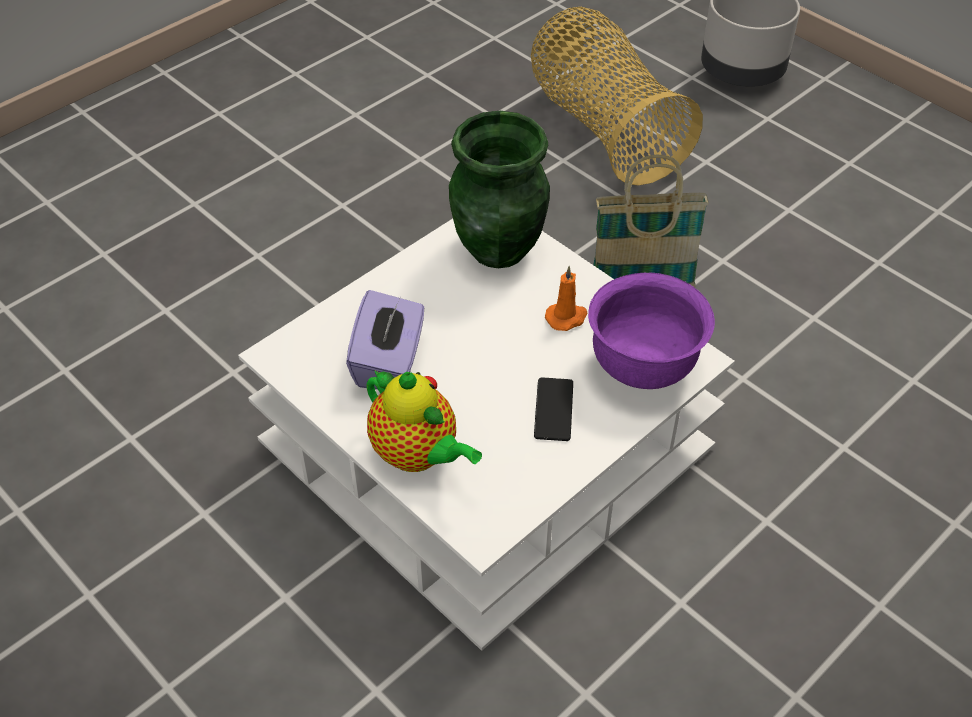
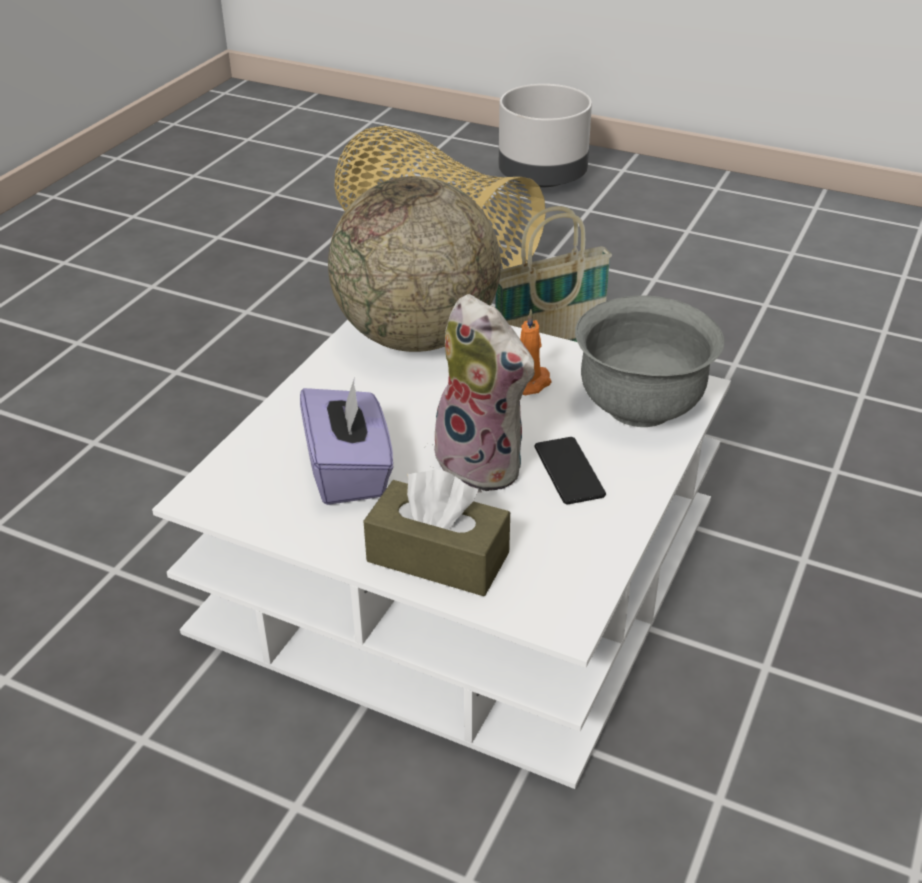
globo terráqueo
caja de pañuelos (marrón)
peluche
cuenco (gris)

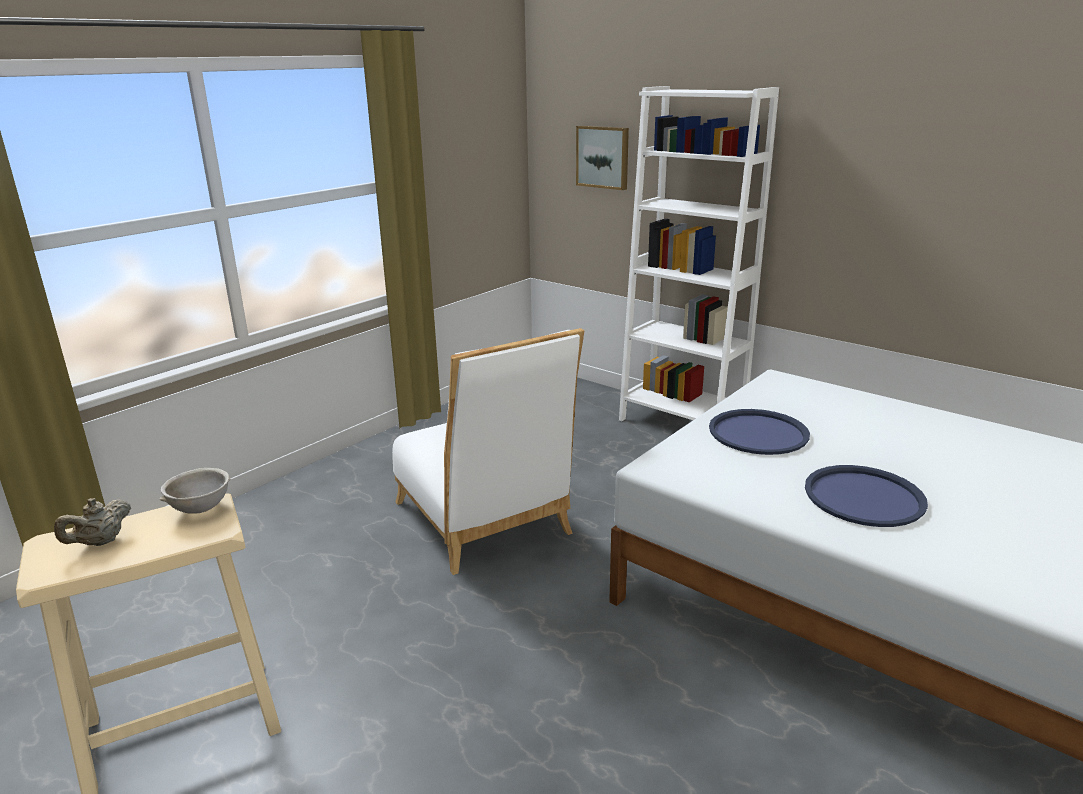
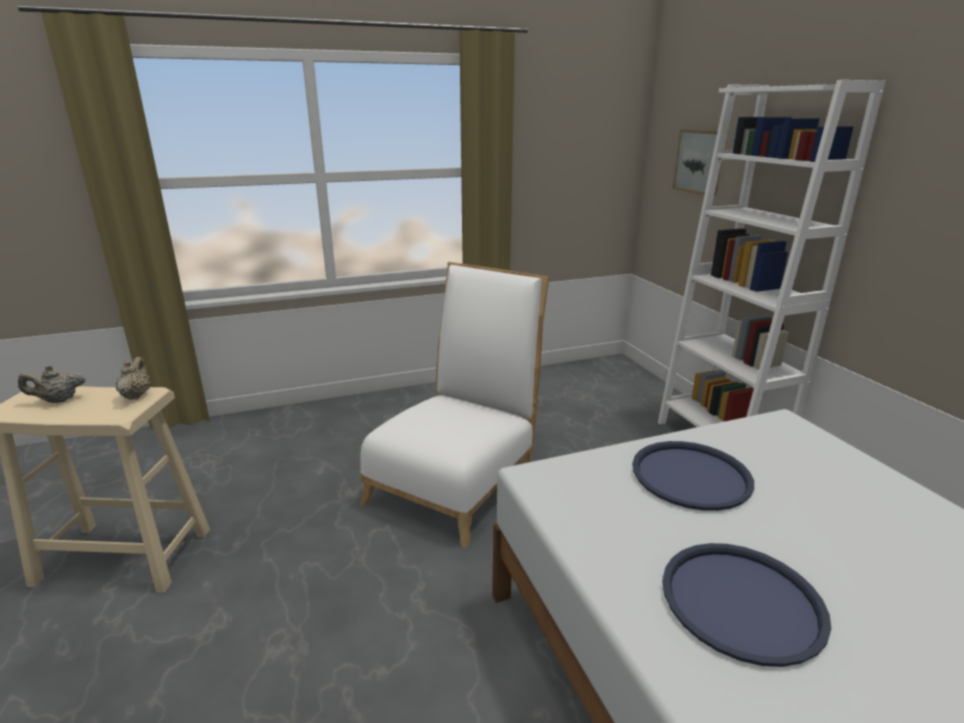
tetera (beis) (no. 2 from left)
silla (blanco)

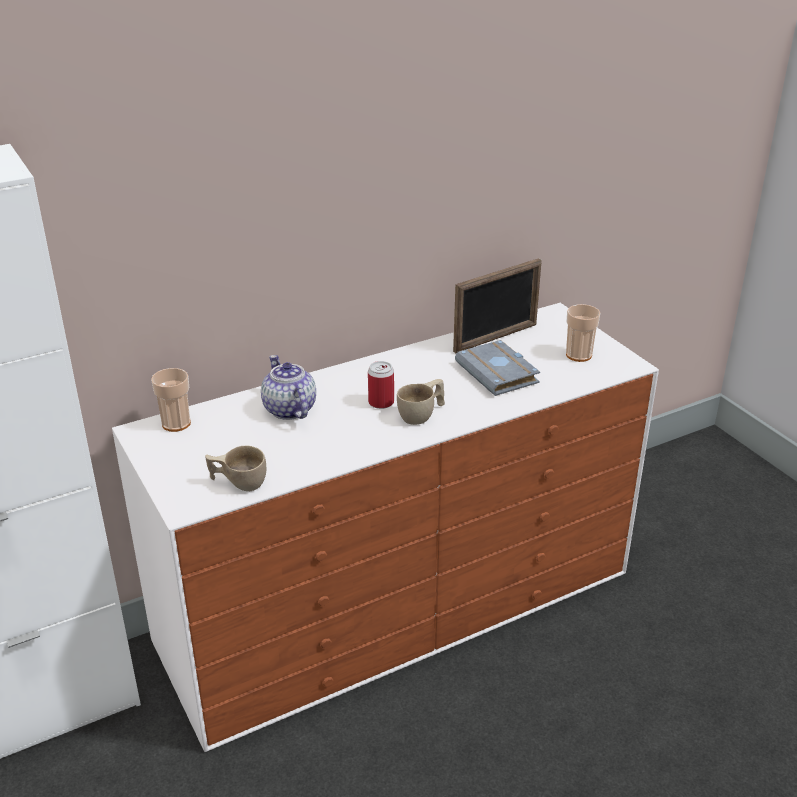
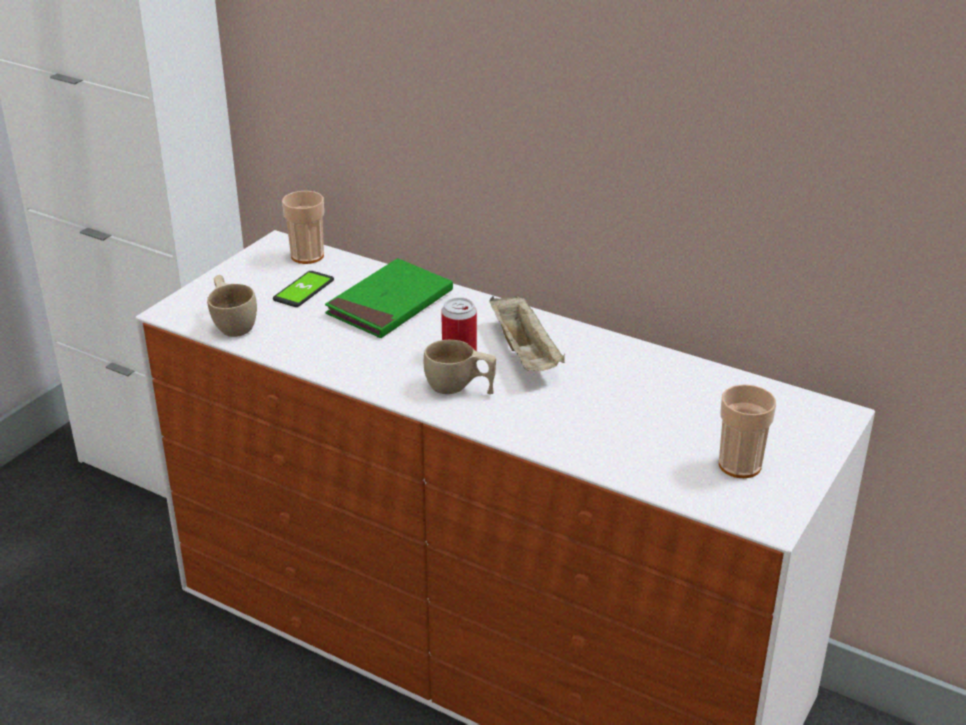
móvil
libro (verde)
bandeja (beis)
portarretratos
libro (gris)

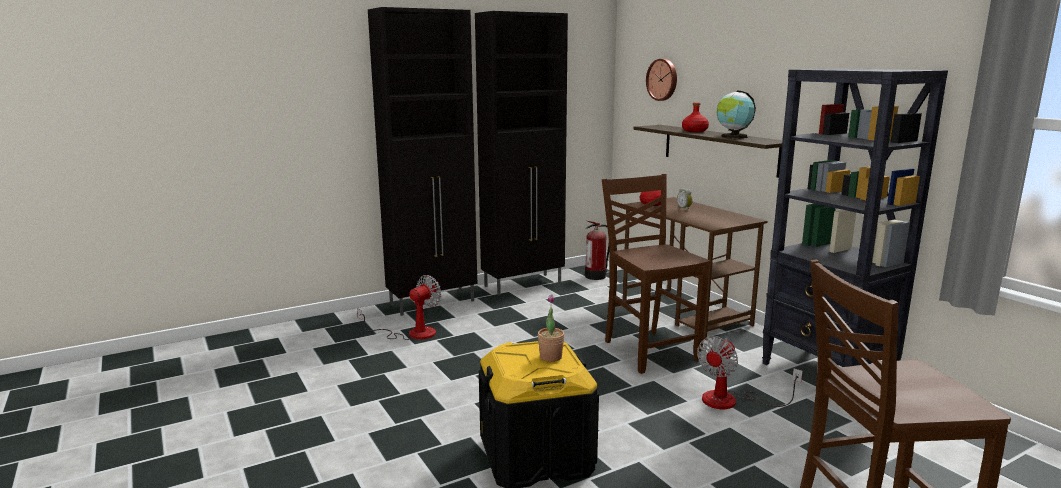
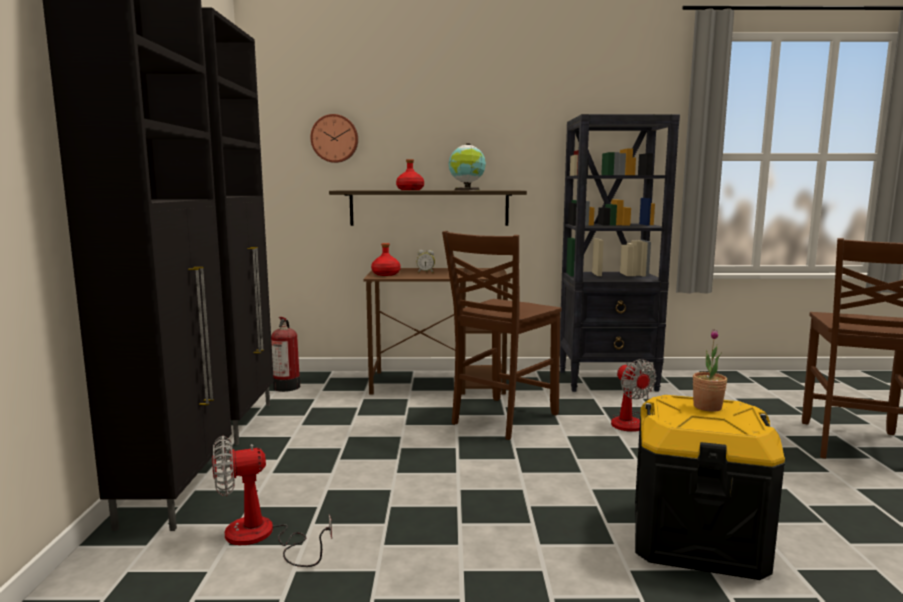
ventilador (no. 1 from left)
silla (marrón) (no. 1 from left)

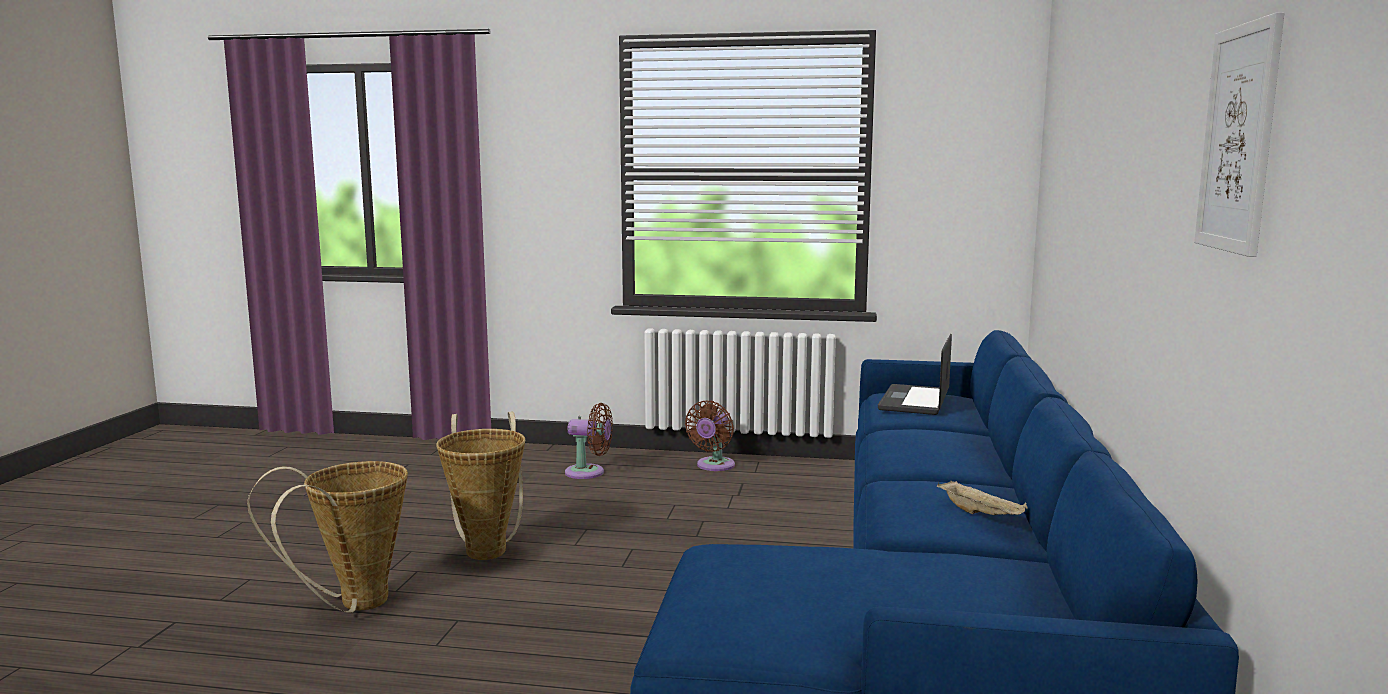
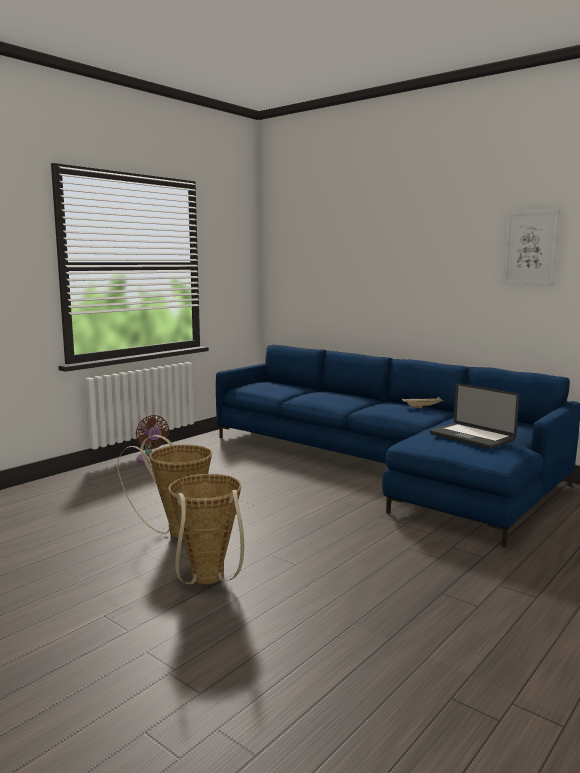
portátil
ventilador (marrón) (no. 1 from left in the first image)

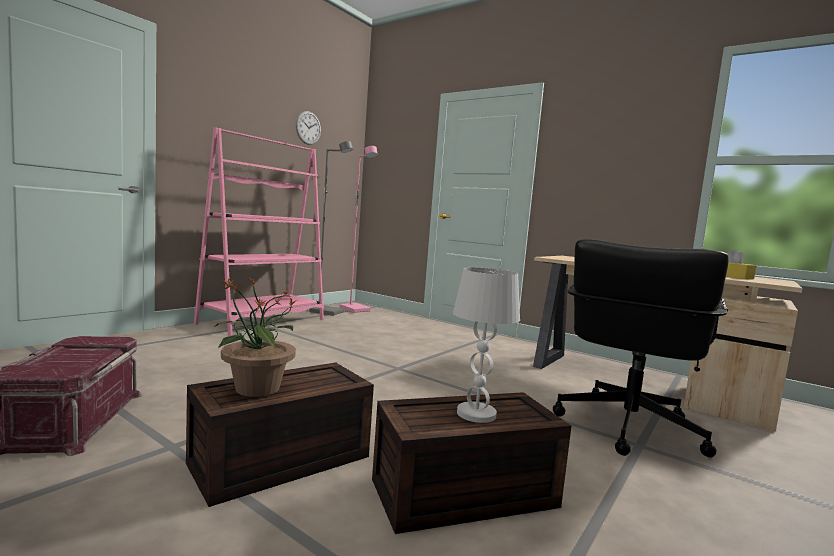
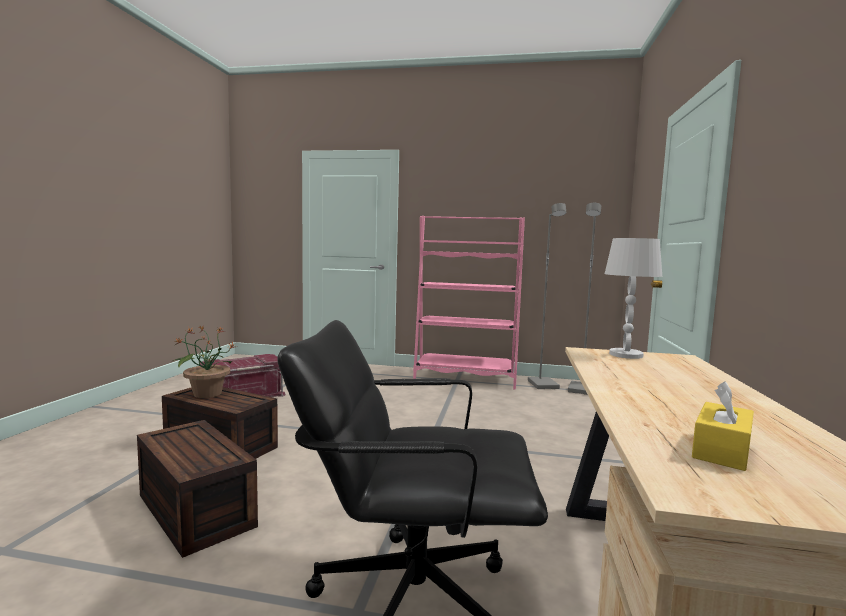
lámpara de pie (gris) (no. 2 from left)
lámpara de mesa (blanco)
reloj de pared

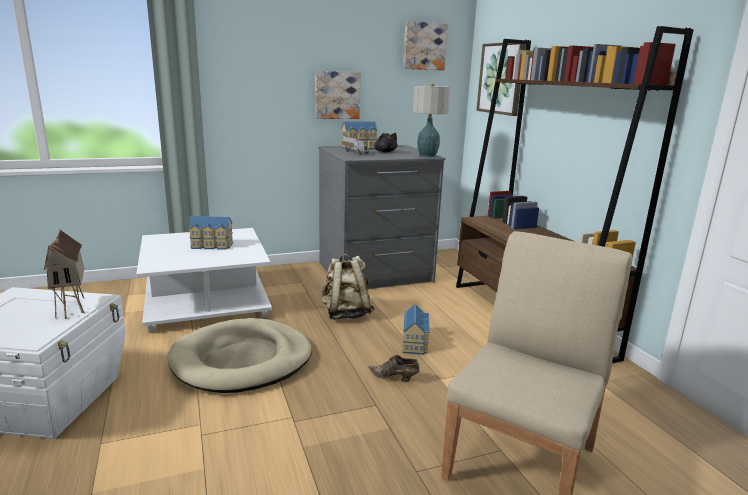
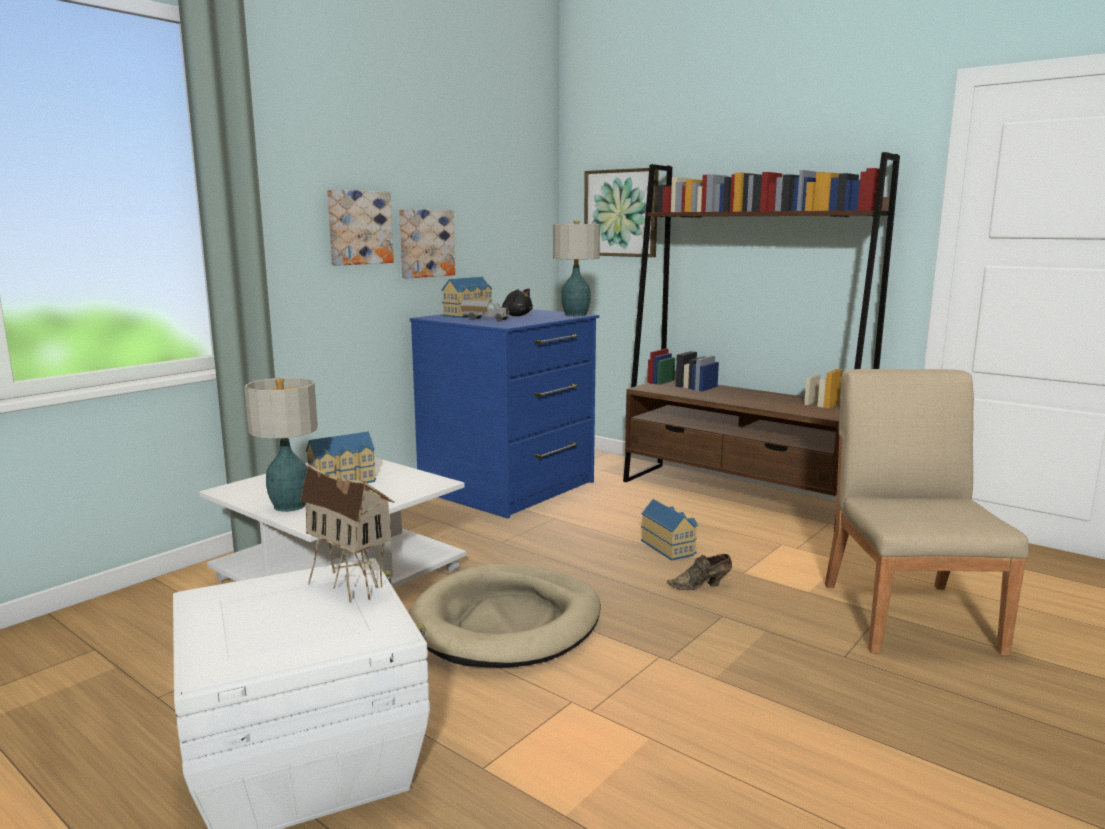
lámpara de mesa (no. 1 from left)
cuadro (no. 1 from left)
cómoda (azul)
mochila (beis)

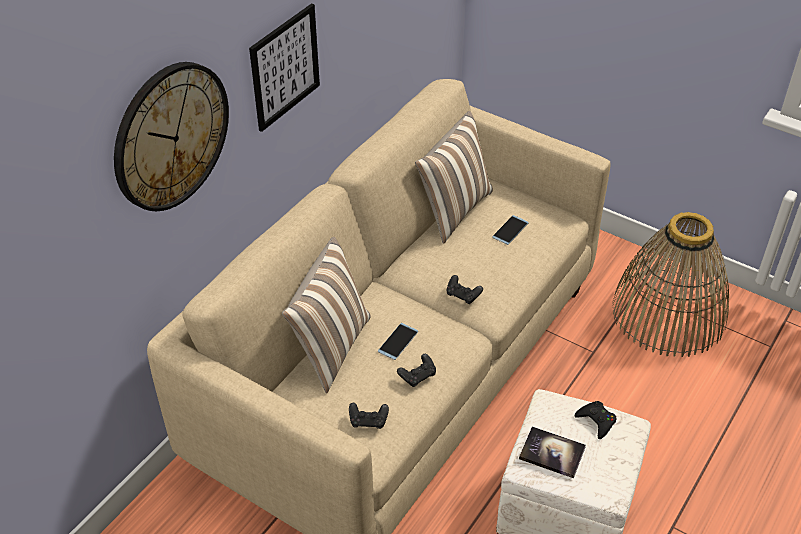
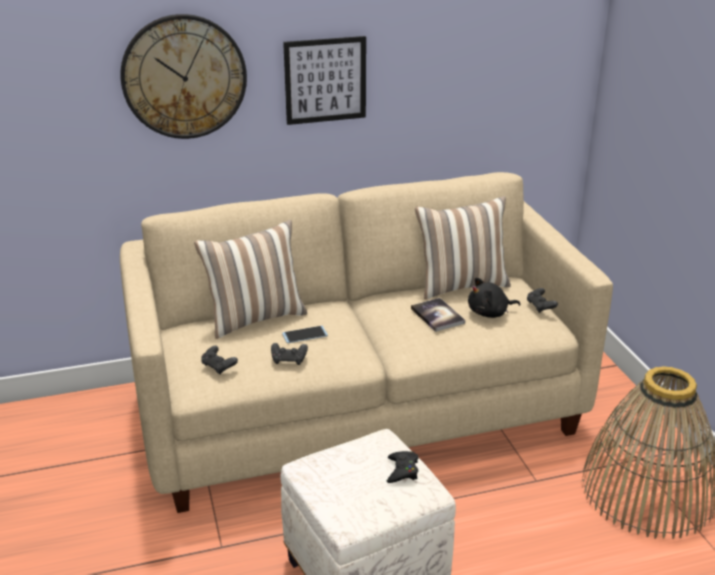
libro
peluche (negro)
mando de consola (negro) (no. 4 from left)

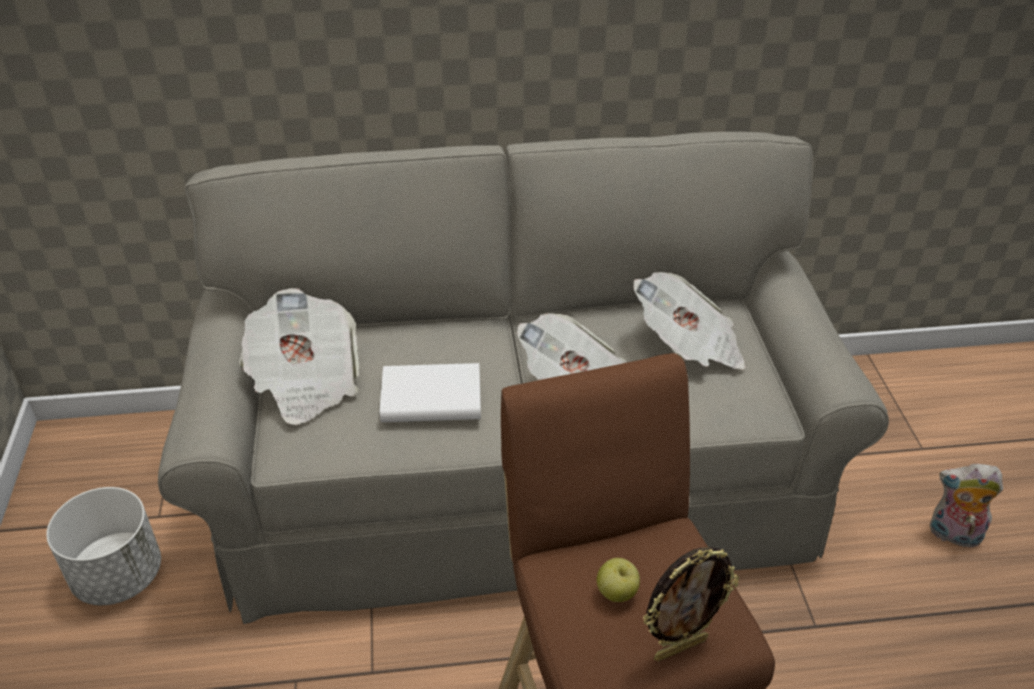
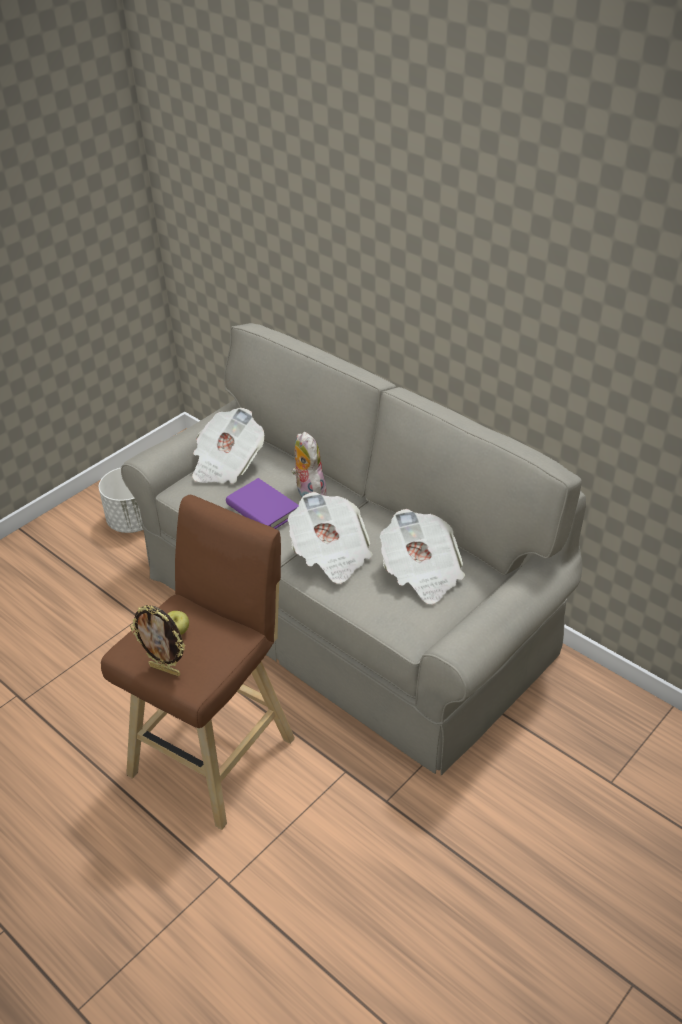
libro (morado)
peluche

